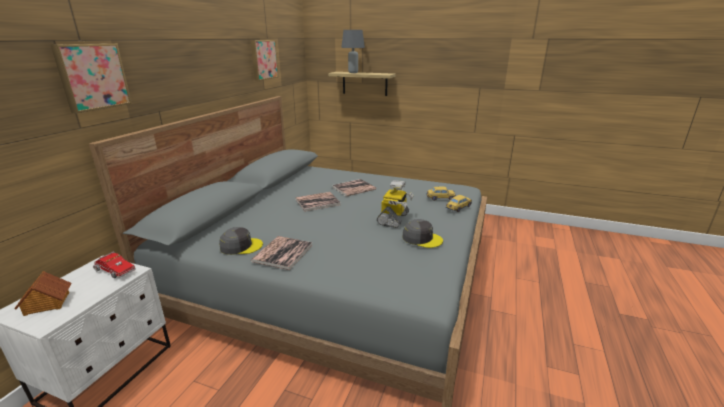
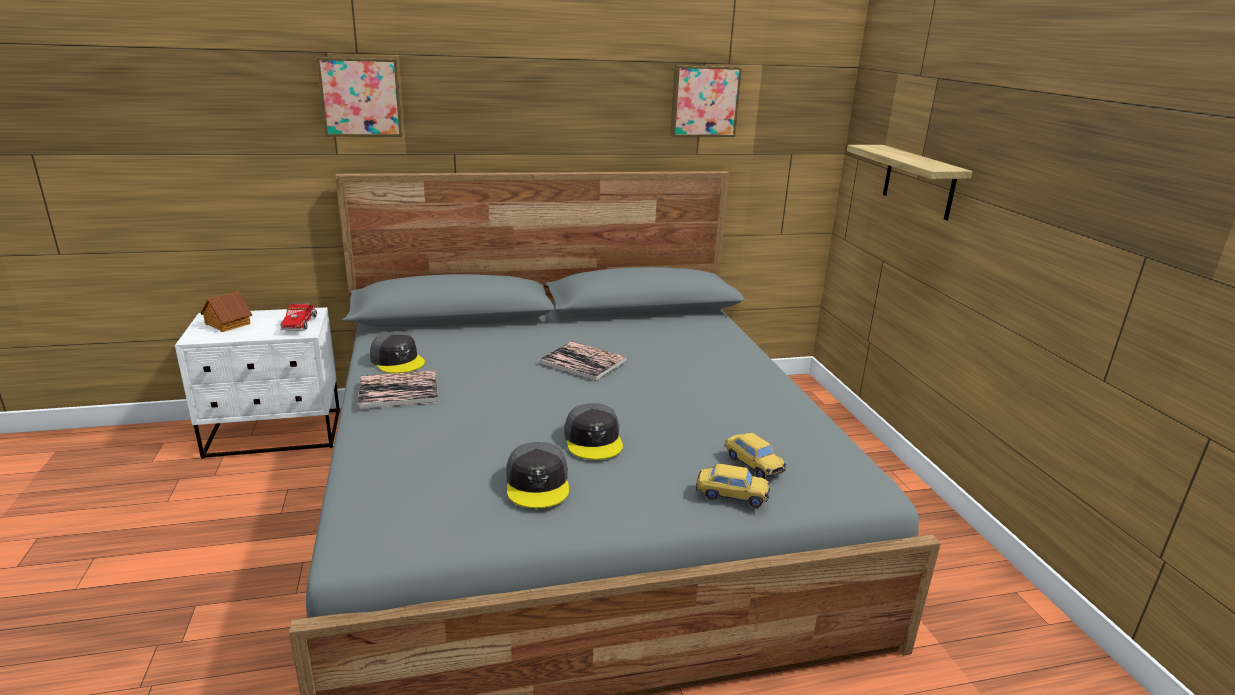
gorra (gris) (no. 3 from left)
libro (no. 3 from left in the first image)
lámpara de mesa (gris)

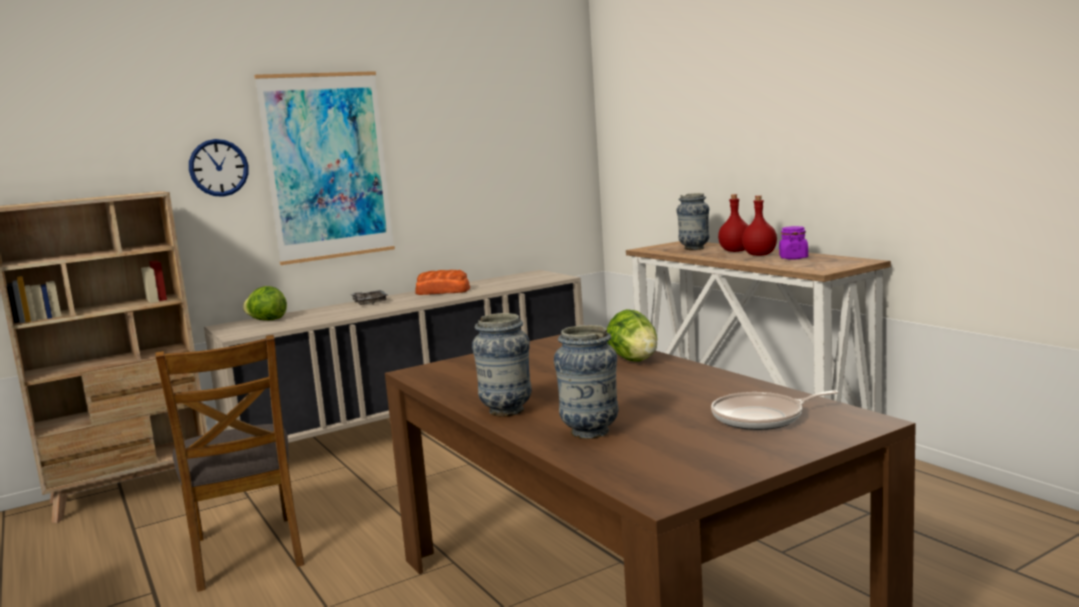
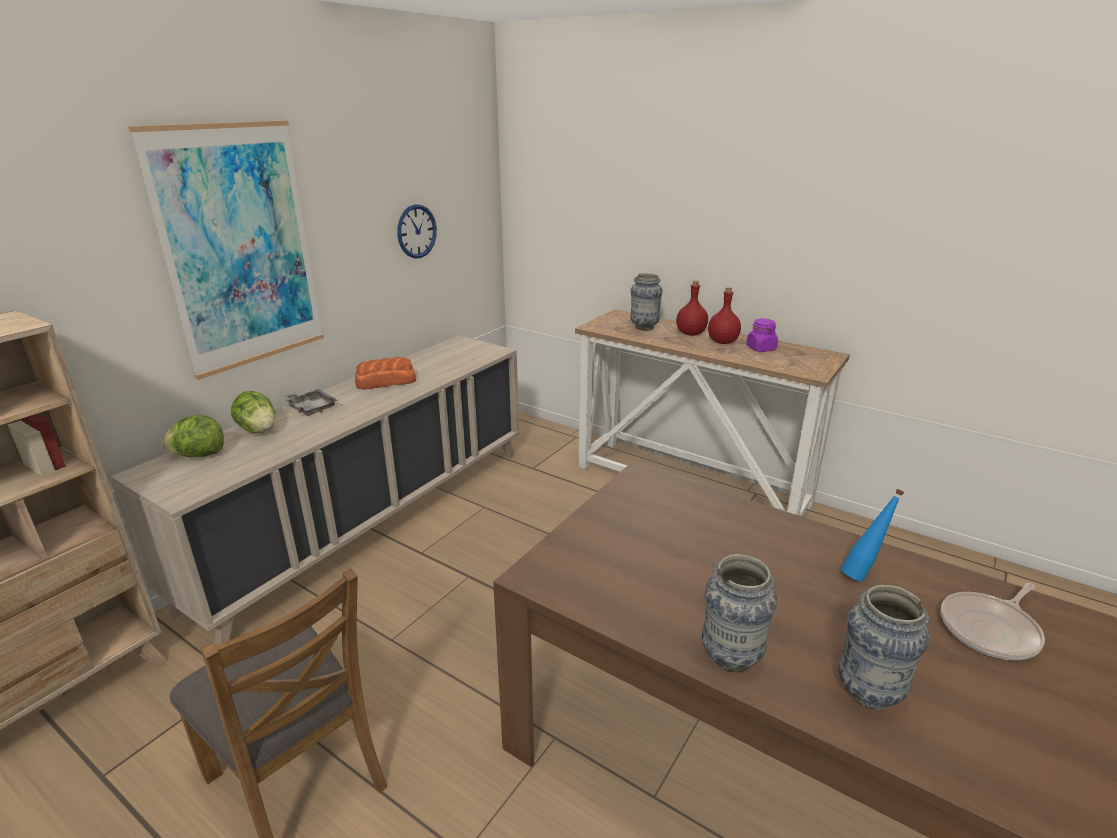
lechuga (no. 2 from left)
reloj de pared
botella (azul)

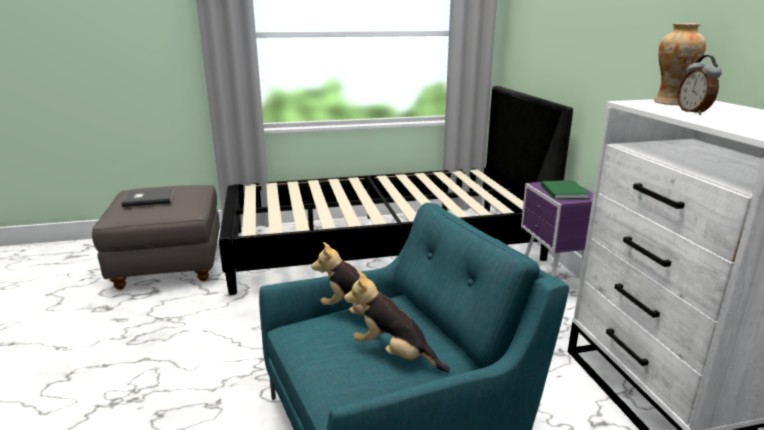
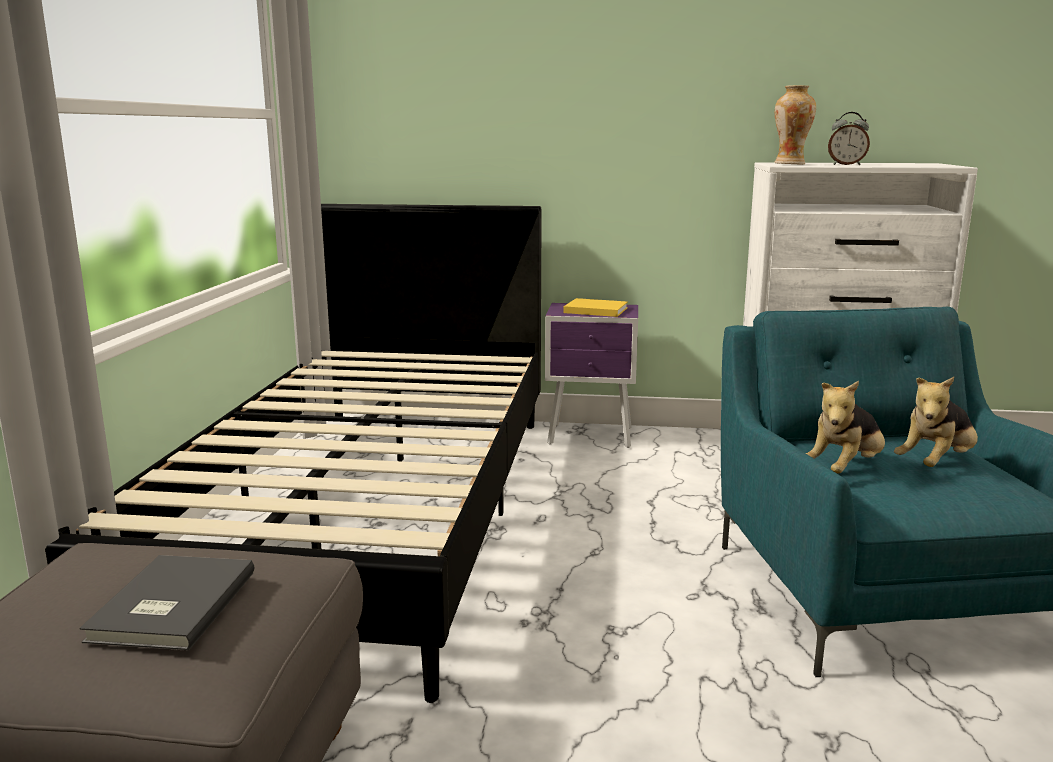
libro (amarillo)

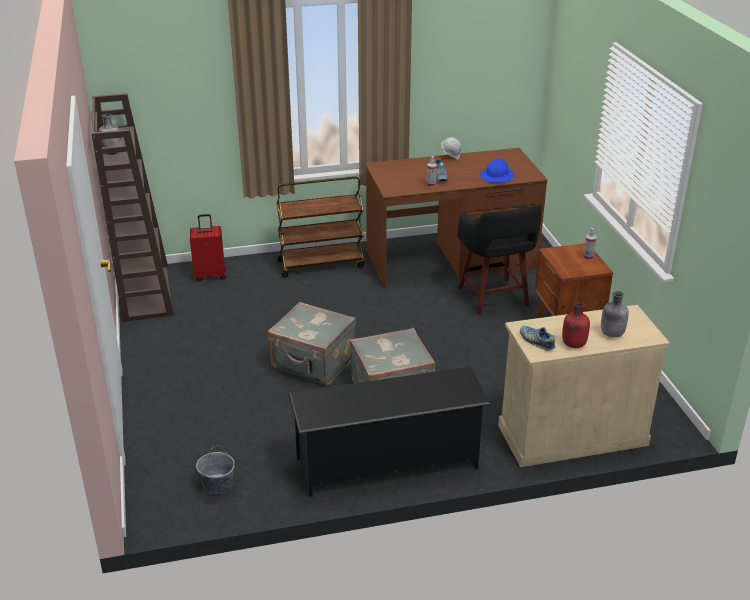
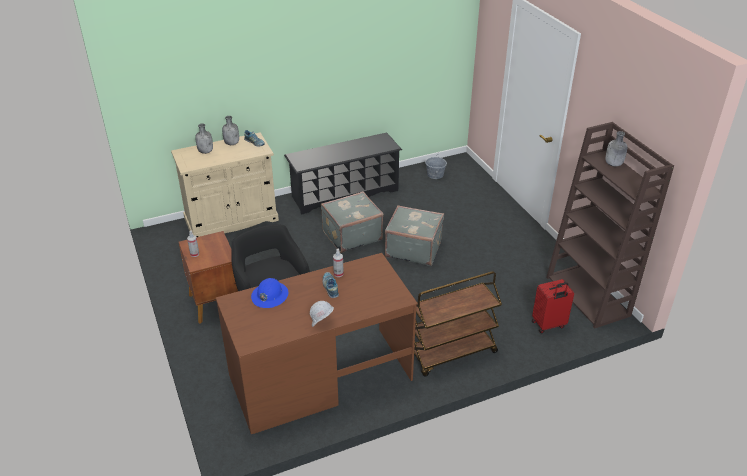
botella (gris) (no. 2 from left)

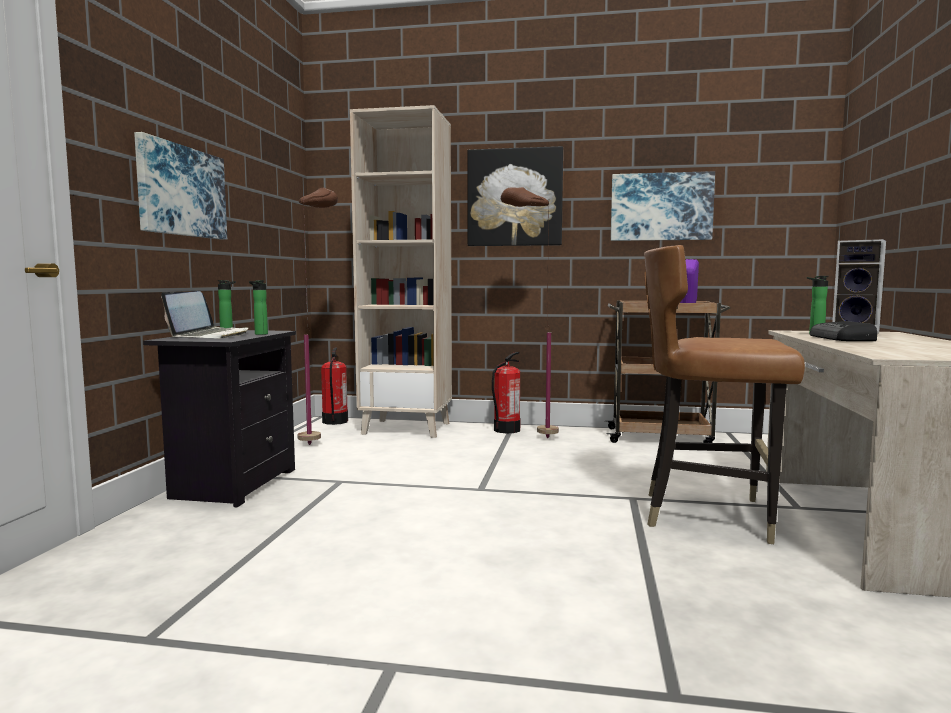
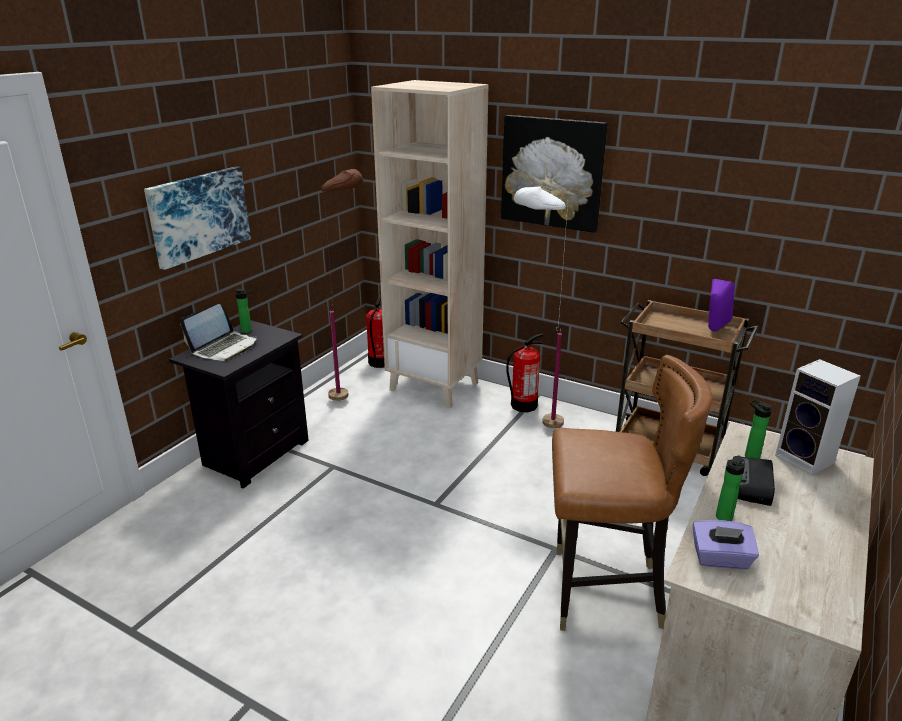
lámpara de pie (blanco)
silla (marrón)
caja de pañuelos (morado)
botella (no. 2 from left)
cuadro (no. 3 from left in the first image)

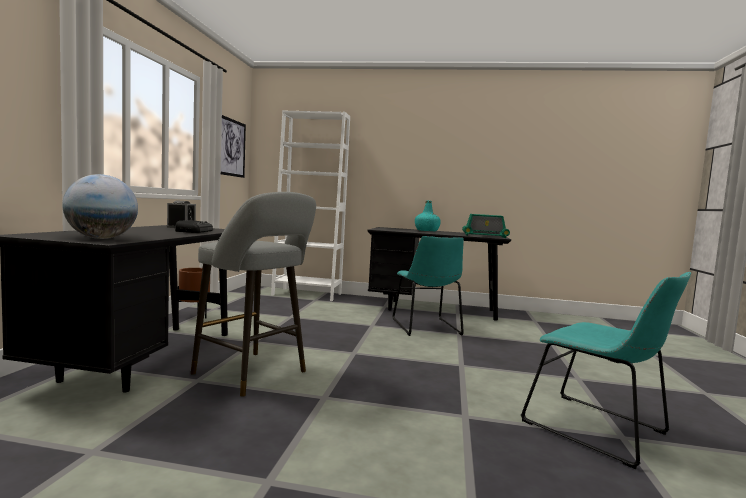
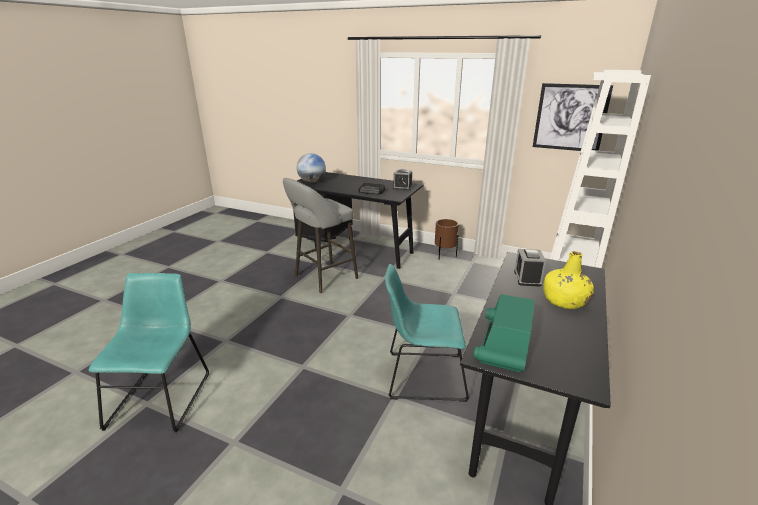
silla (turquesa) (no. 1 from left)
despertador (no. 2 from left)
botella (amarillo)

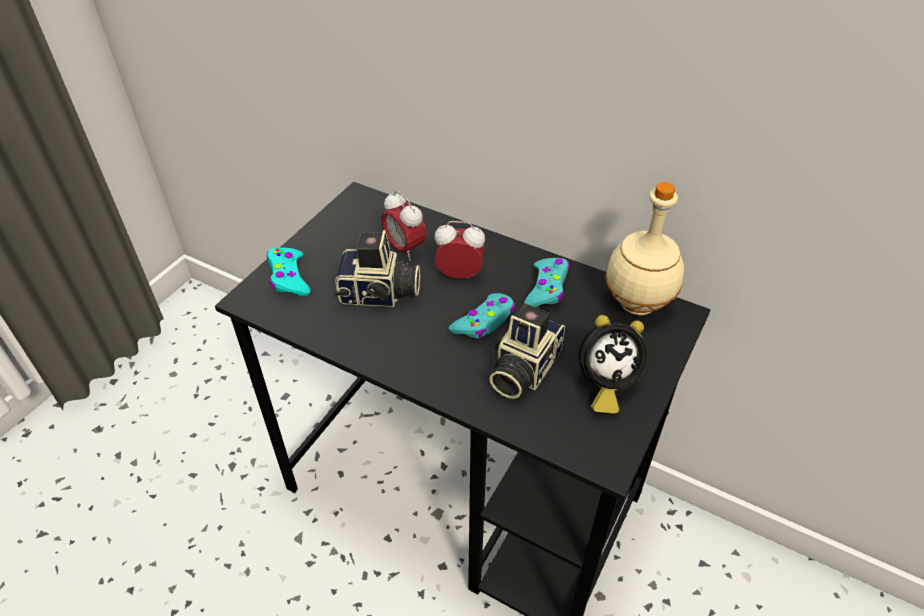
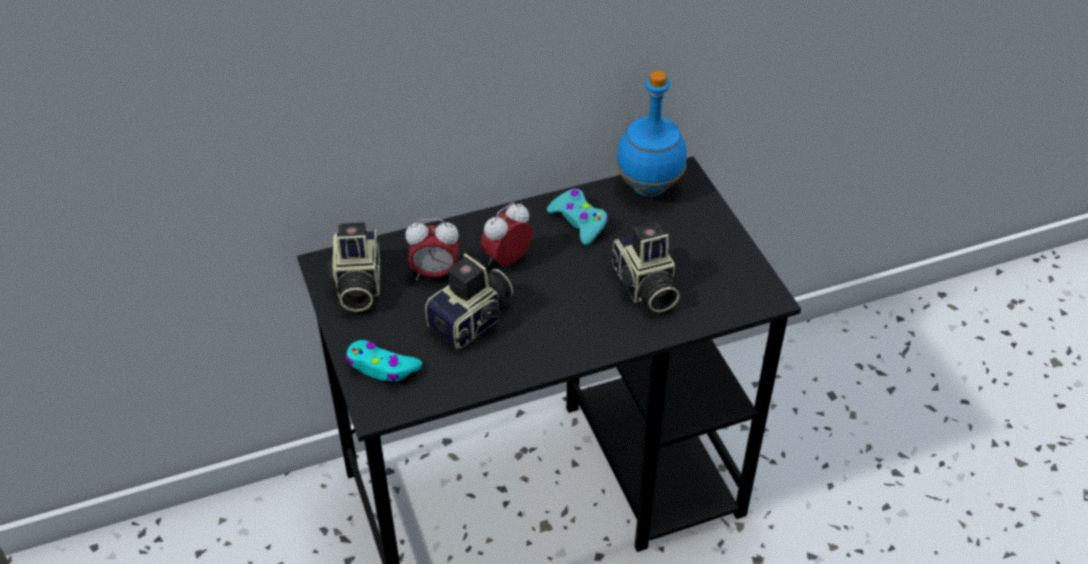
cámara (no. 1 from left)
botella (azul)
mando de consola (turquesa) (no. 2 from left in the first image)
despertador (no. 3 from left in the first image)

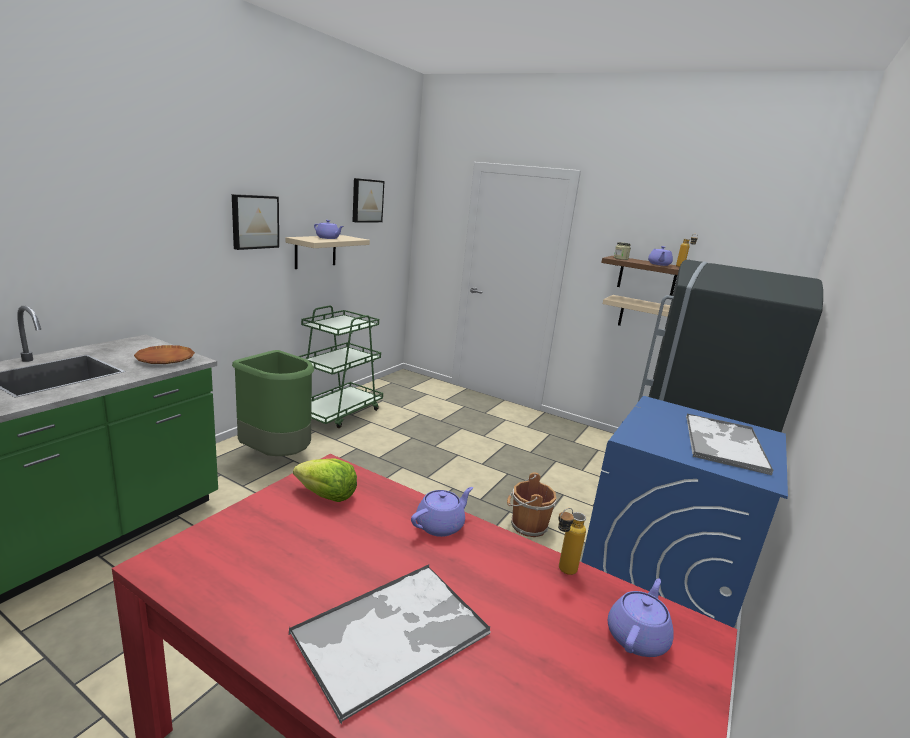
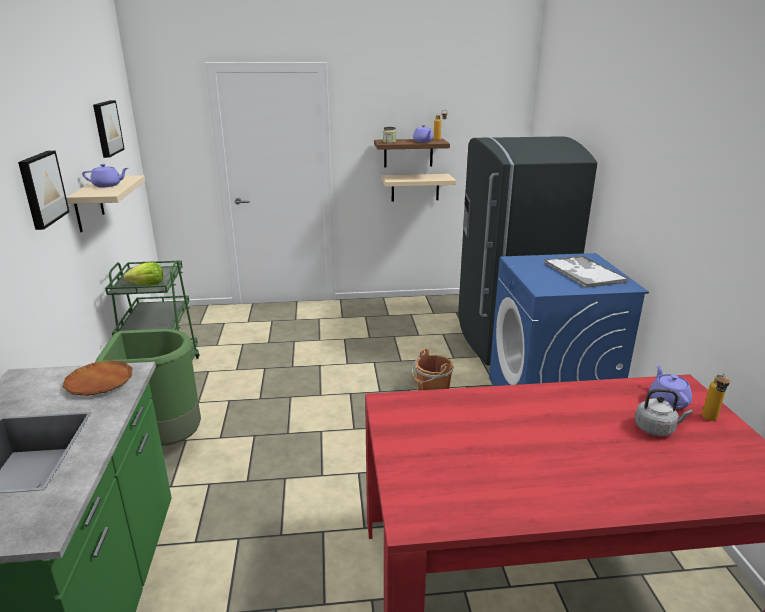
lechuga
hervidor (gris)
botella (no. 2 from left)
bandeja (no. 1 from left in the first image)
tetera (morado) (no. 2 from left in the first image)

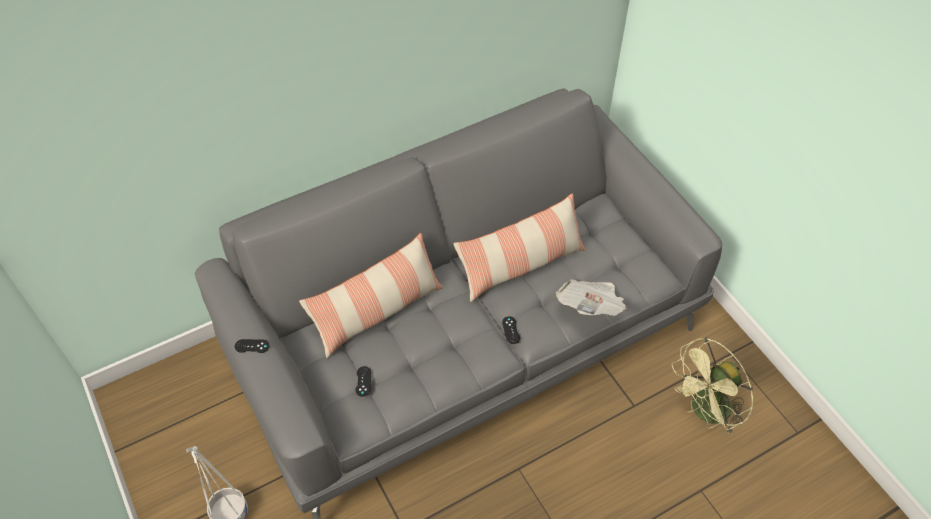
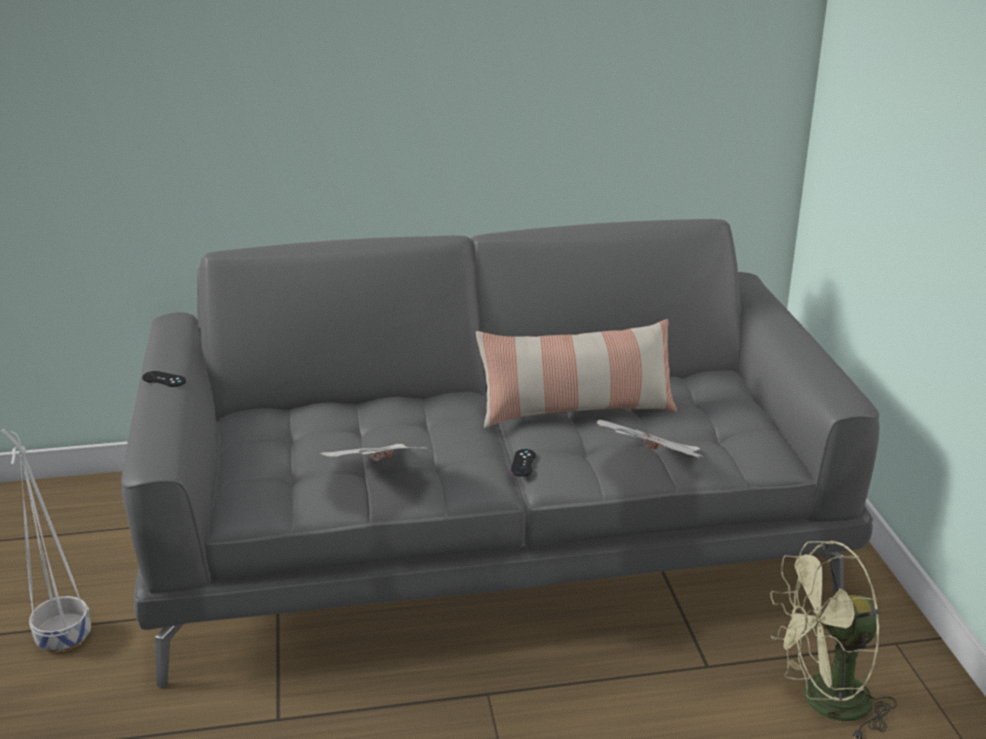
periódico (no. 1 from left)
cojín (no. 1 from left in the first image)
mando de consola (negro) (no. 2 from left in the first image)

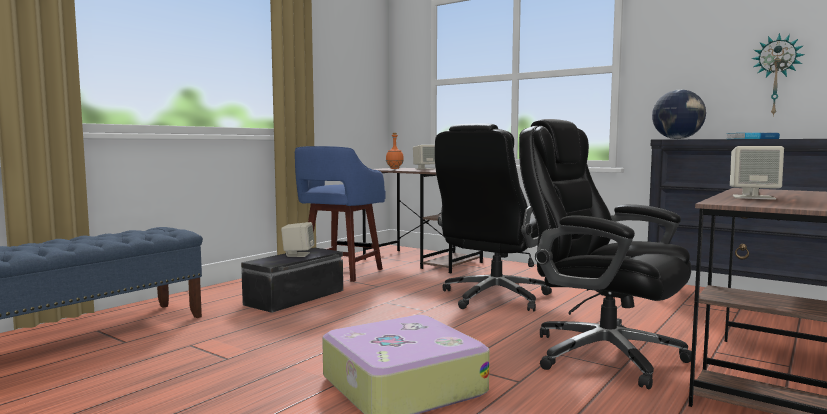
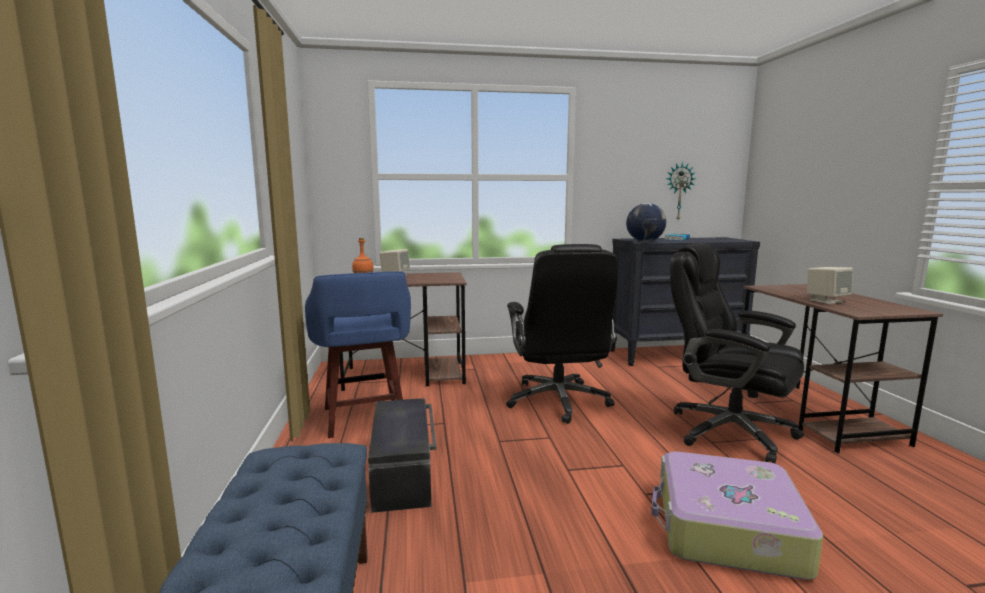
silla de oficina (negro) (no. 2 from left)
altavoz (beis) (no. 1 from left in the first image)

